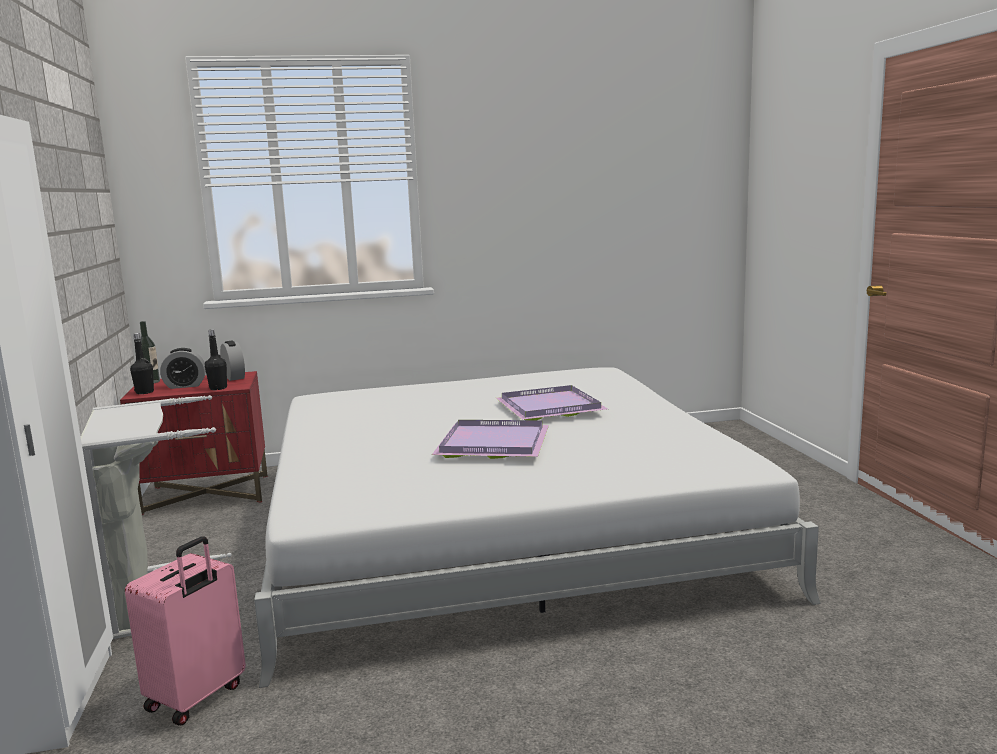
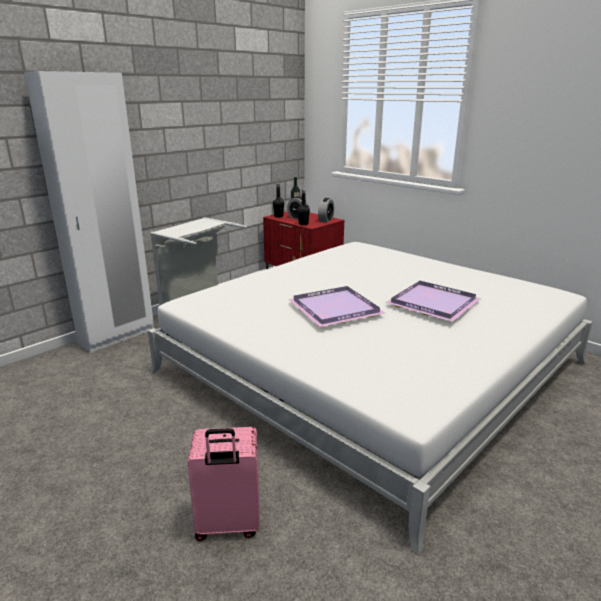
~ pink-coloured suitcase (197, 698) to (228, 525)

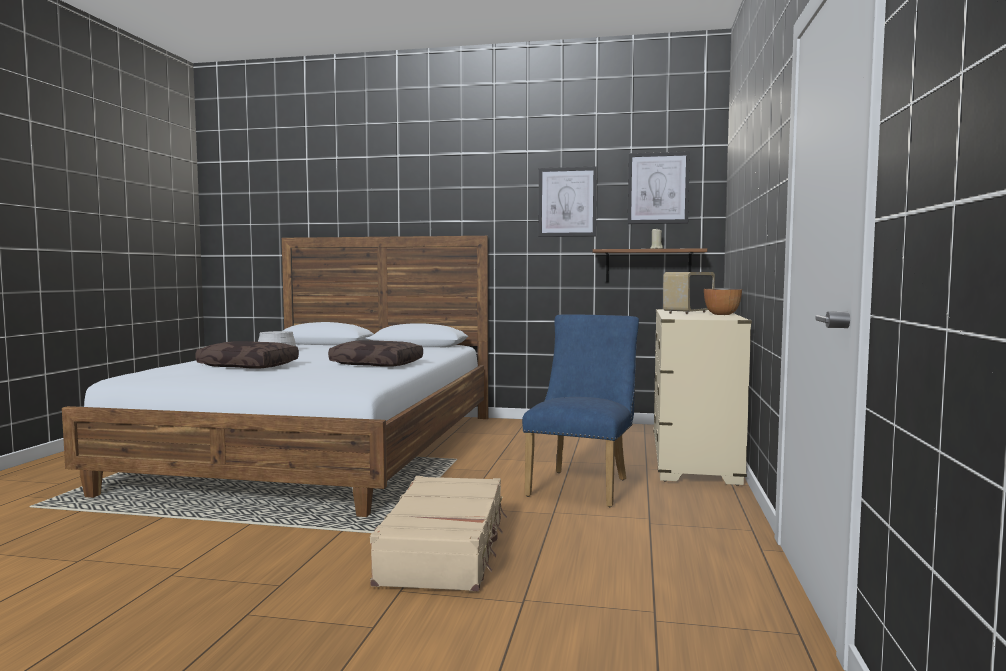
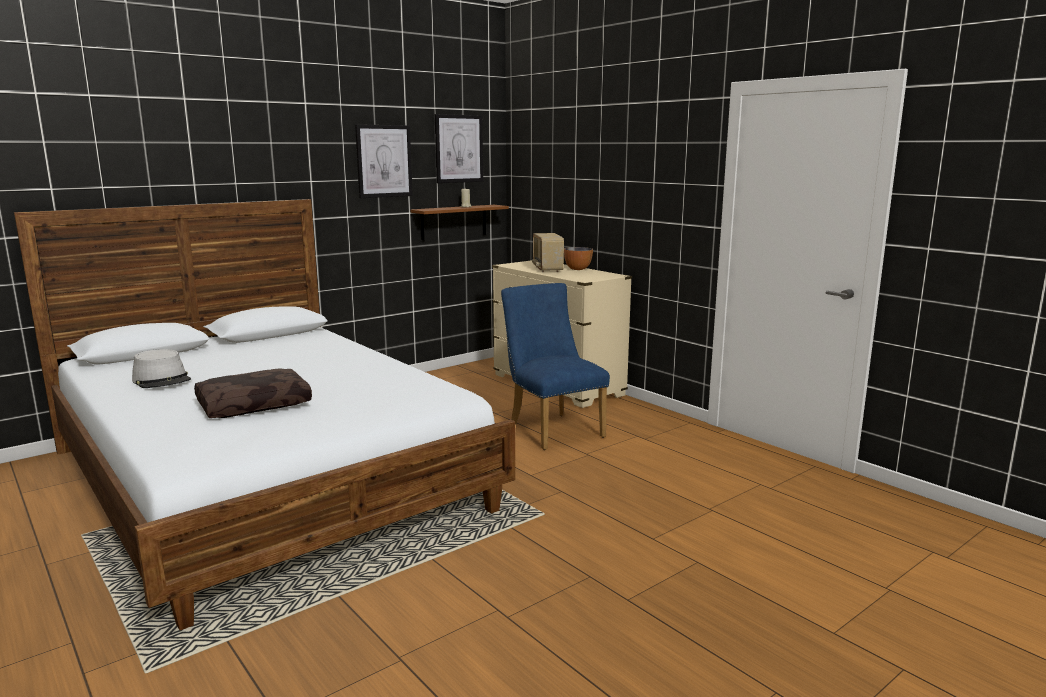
- brown pillow (378, 364)
- beige suitcase (445, 549)

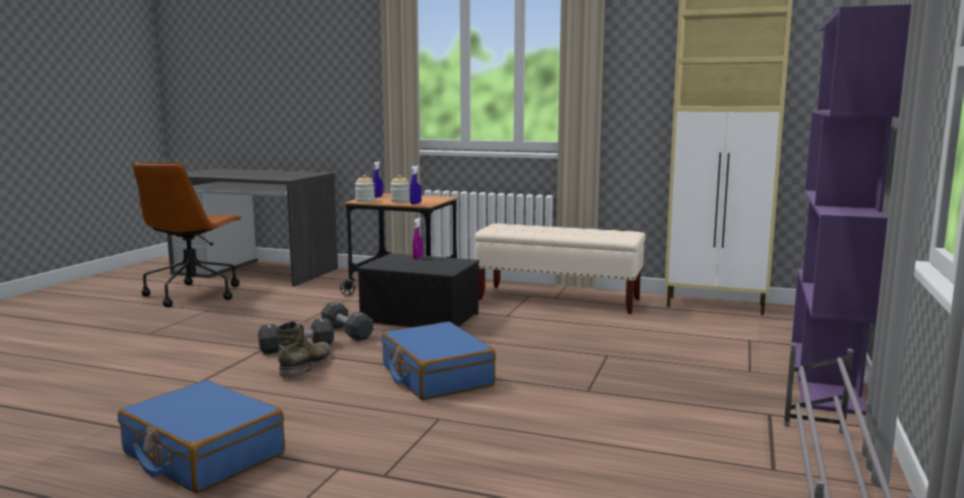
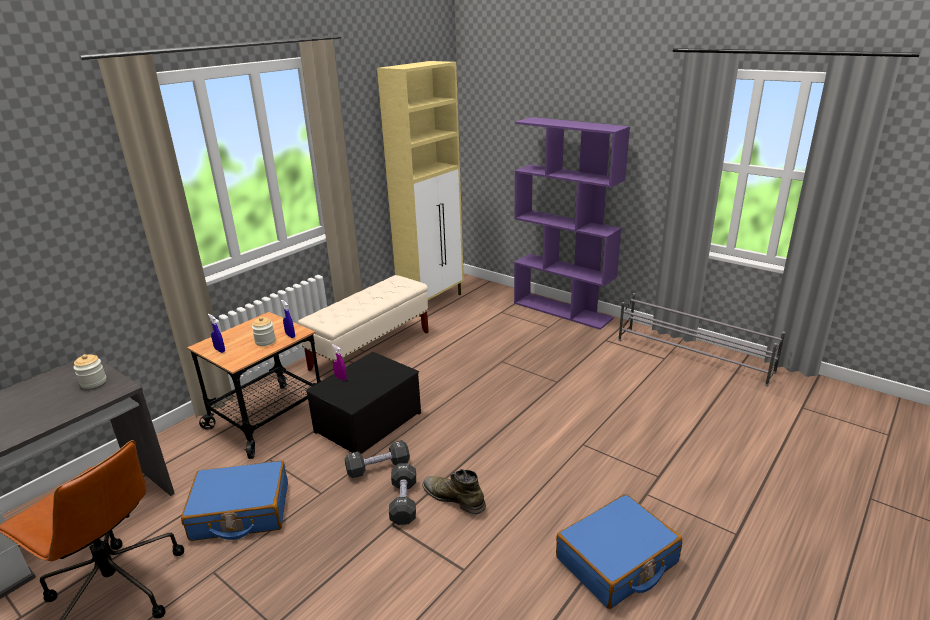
~ preserve jar (365, 201) to (93, 382)
~ bluish suitcase (436, 376) to (240, 512)

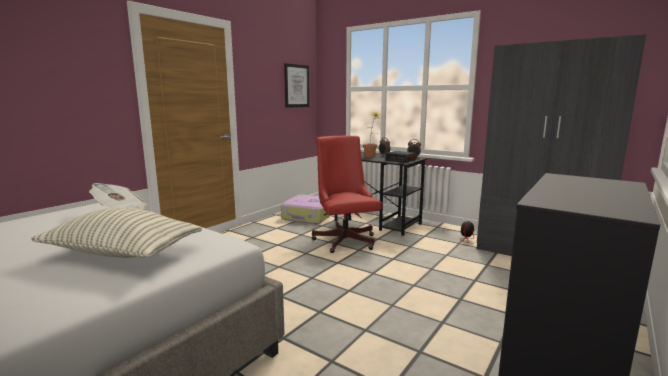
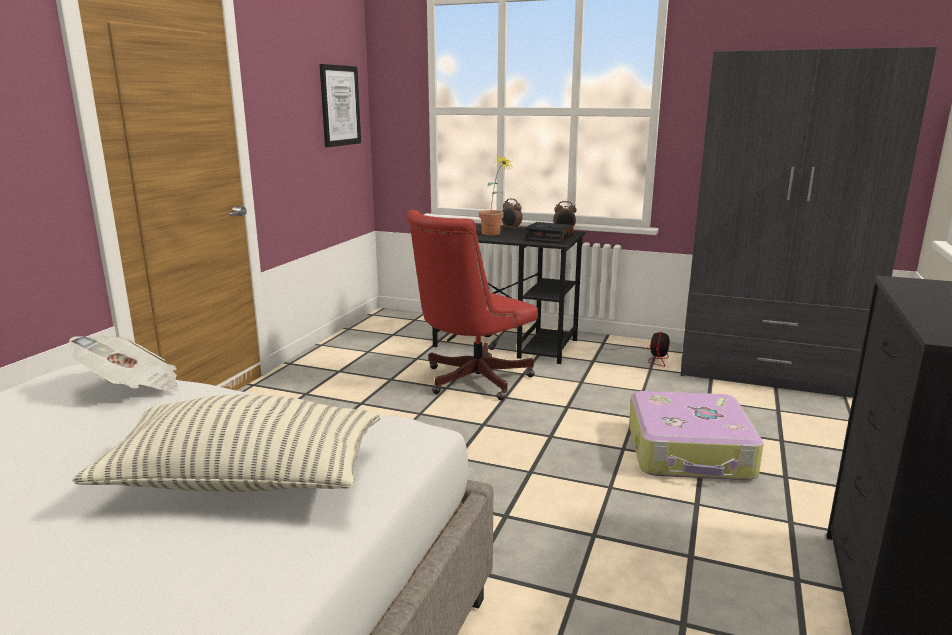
~ reddish desk chair (344, 239) = (470, 381) 105 degrees counterclockwise
~ suitcase (308, 216) to (690, 452)

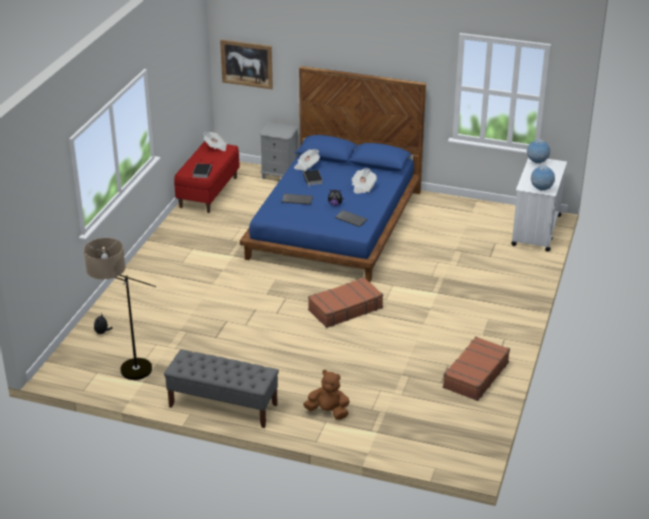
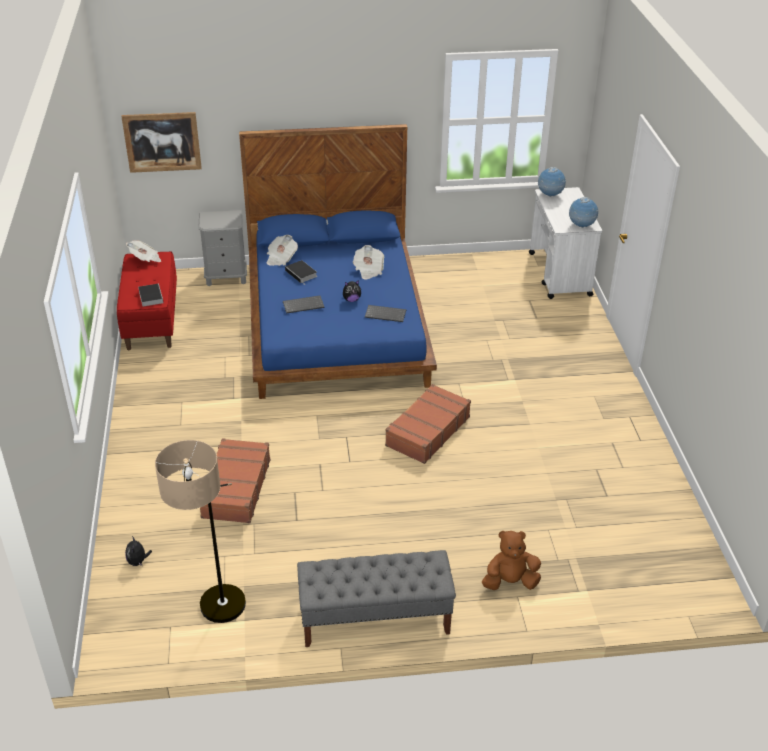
~ brown suitcase (475, 375) to (235, 488)

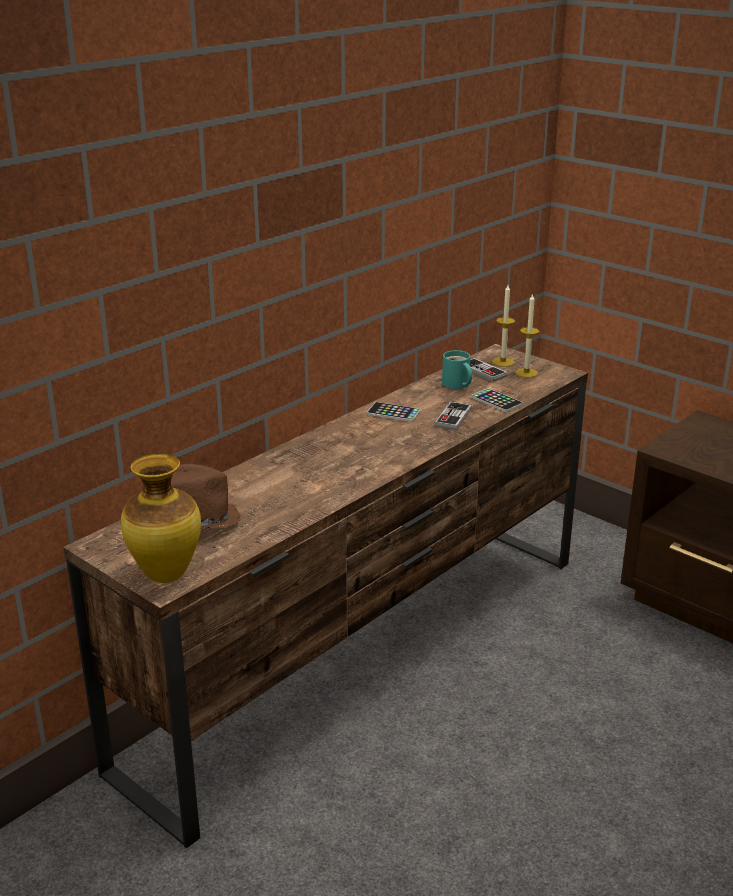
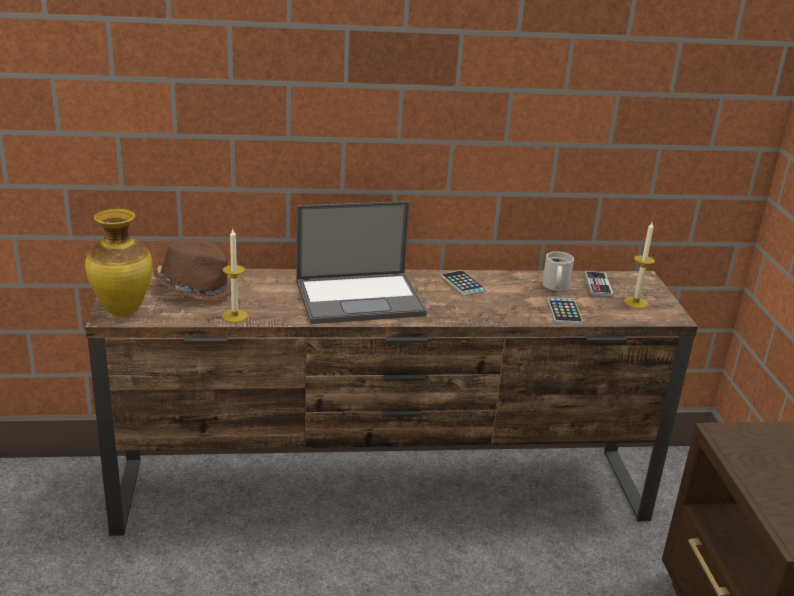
~ wax light (503, 362) to (235, 316)
~ blue-green coffee mug (456, 384) to white coffee mug (554, 286)
- game controller (453, 417)
+ notebook computer (361, 298)

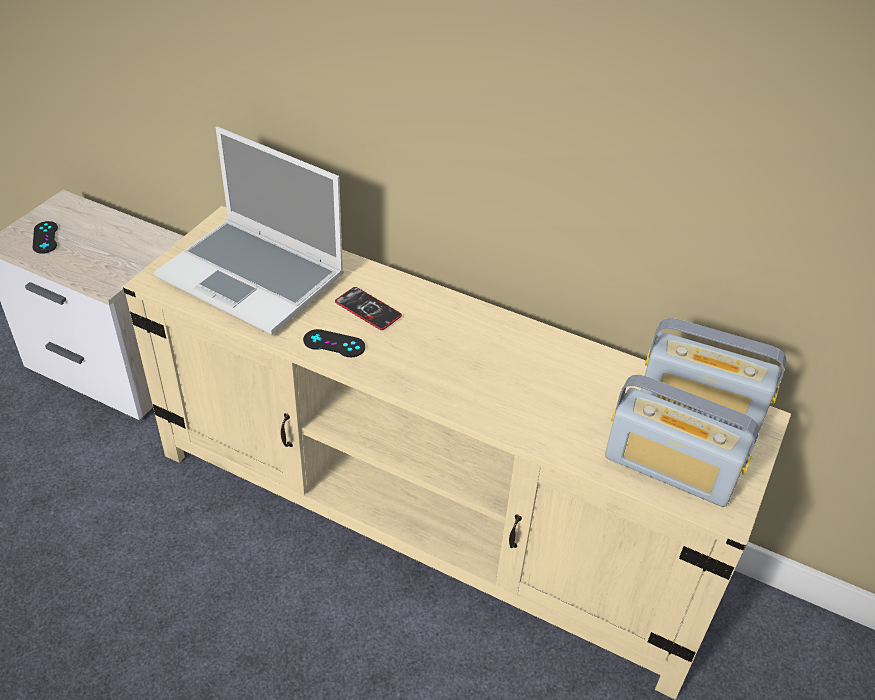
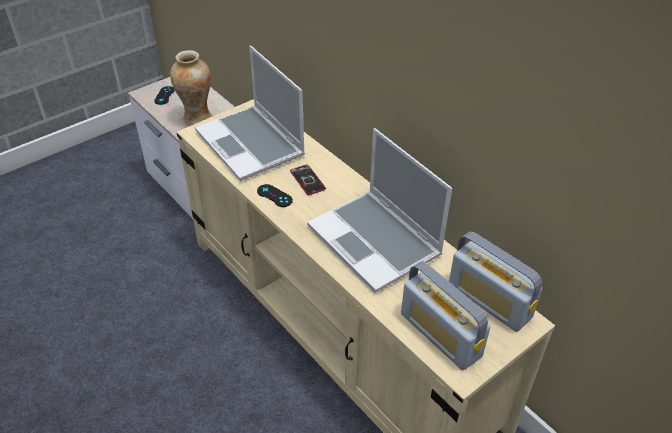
+ flower vase (197, 119)
+ notebook computer (376, 241)

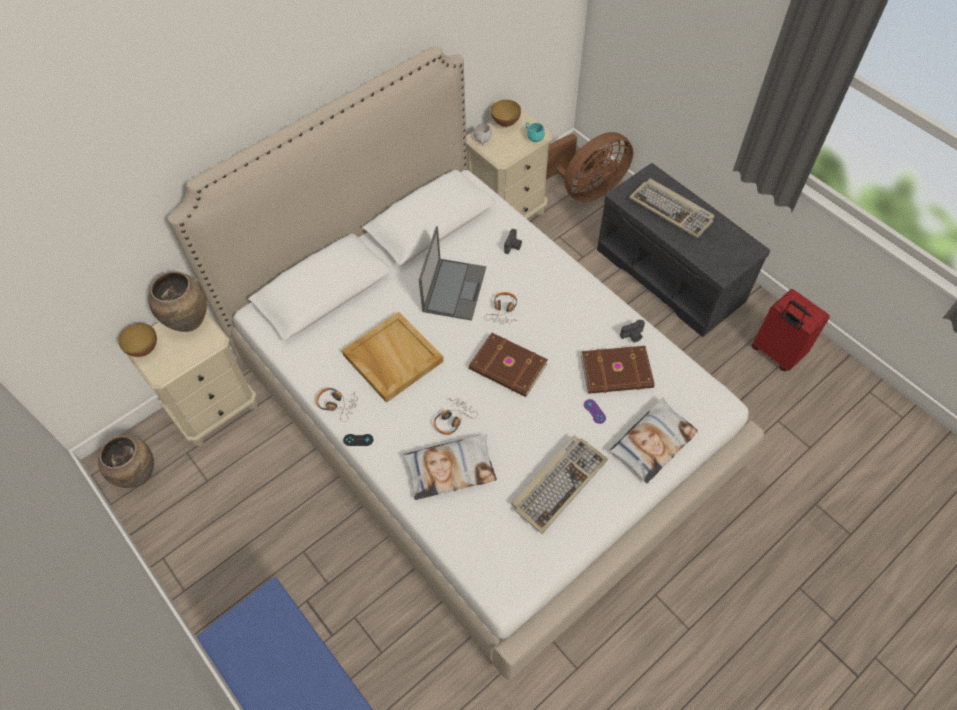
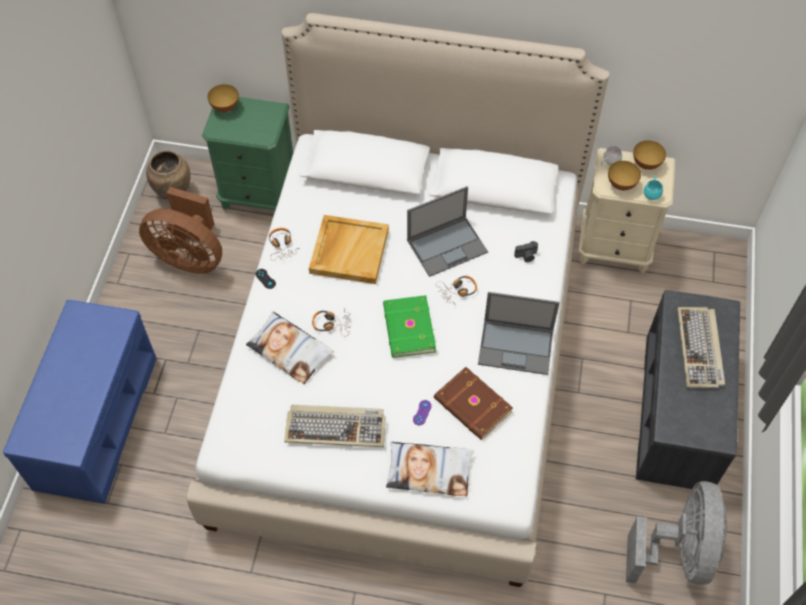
~ brown electric fan (586, 189) to (190, 256)
- brown flower vase (190, 321)
~ reddish suitcase (776, 353) to gray electric fan (677, 551)
~ beige nightstand (215, 408) to green-coloured nightstand (259, 194)
- still camera (632, 336)
~ brown volume (507, 368) to green-coloured volume (408, 329)
+ serving bowl (621, 184)
+ notebook computer (516, 347)

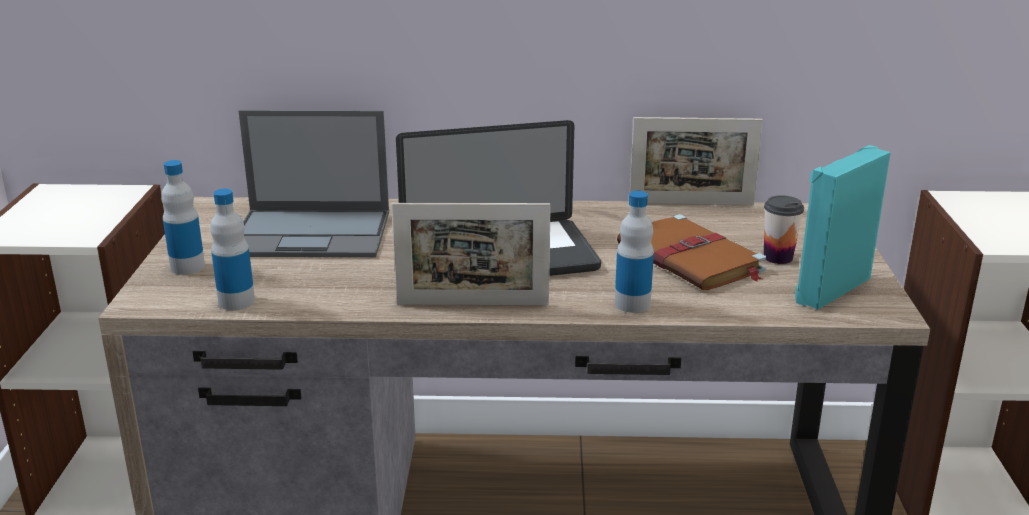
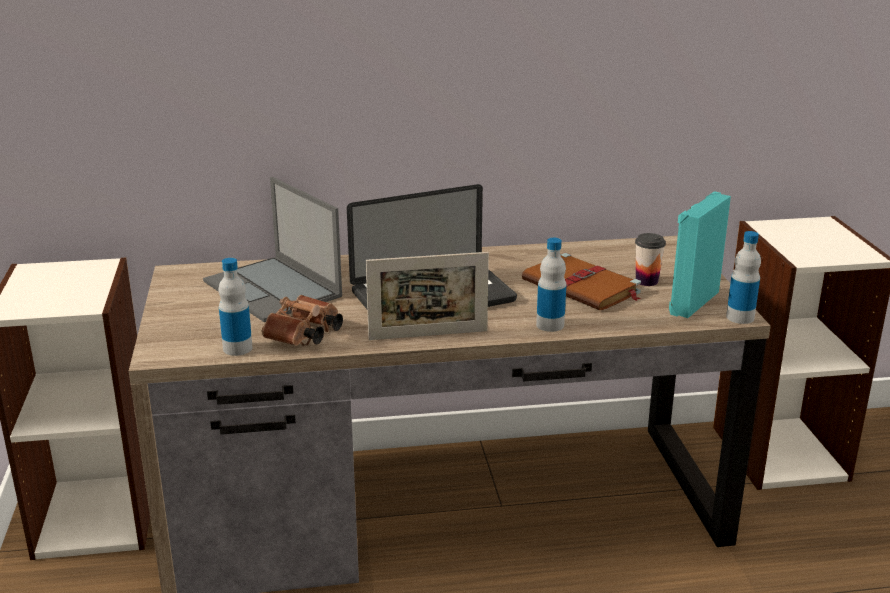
~ notebook computer (313, 234) = (273, 289) 60 degrees clockwise
- standing frame (691, 203)
~ bottle (187, 267) to (740, 317)
+ brown field glasses (303, 336)

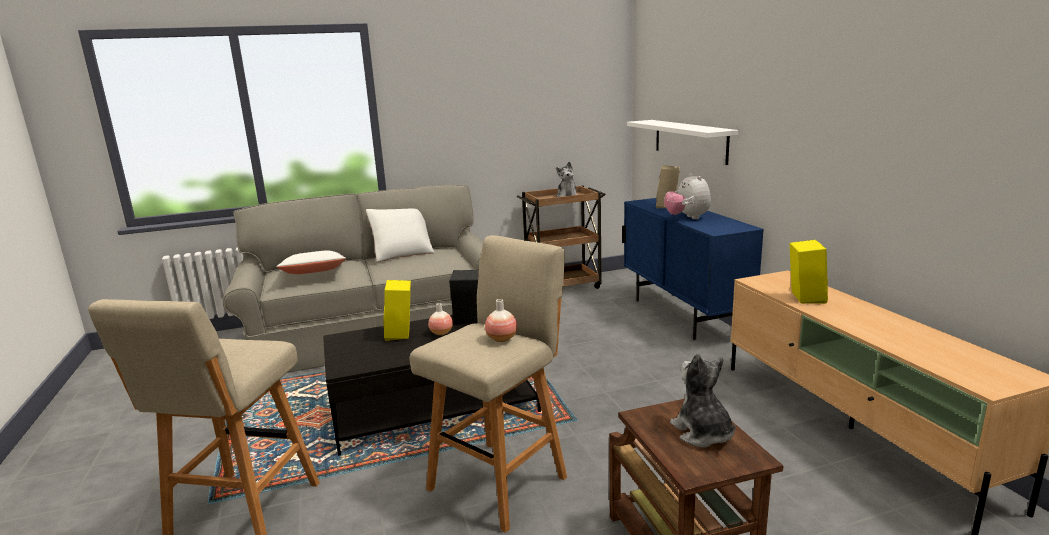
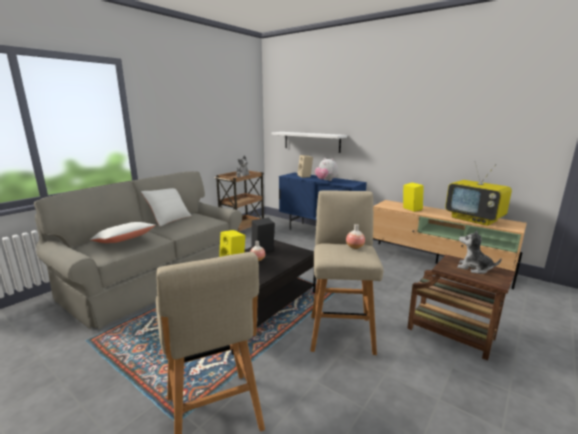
+ TV set (474, 219)

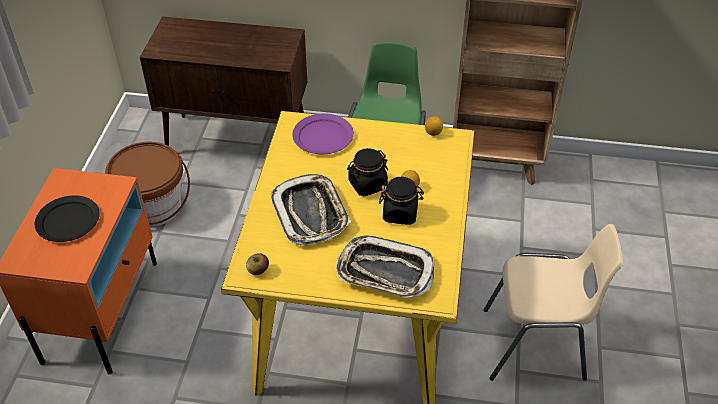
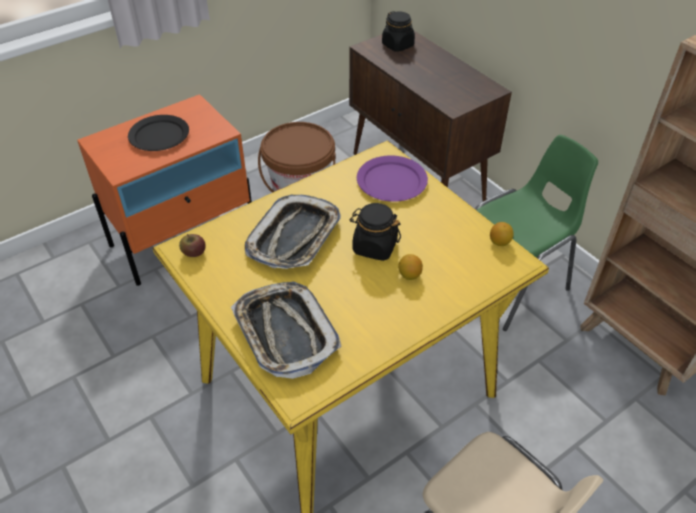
~ black preserve jar (400, 213) to (398, 45)

